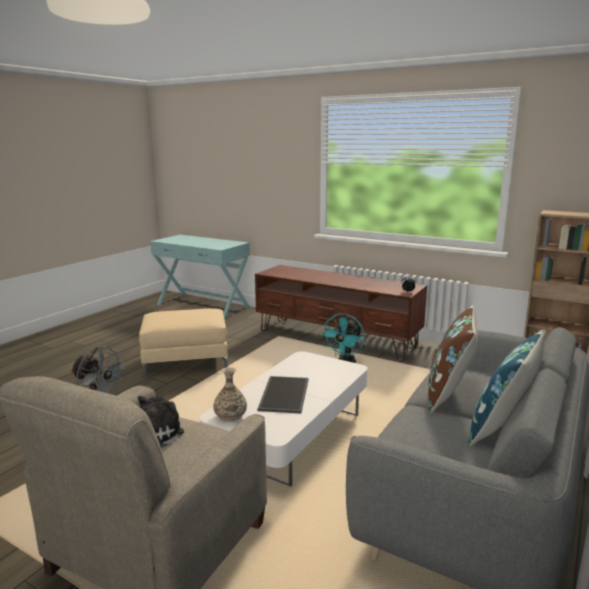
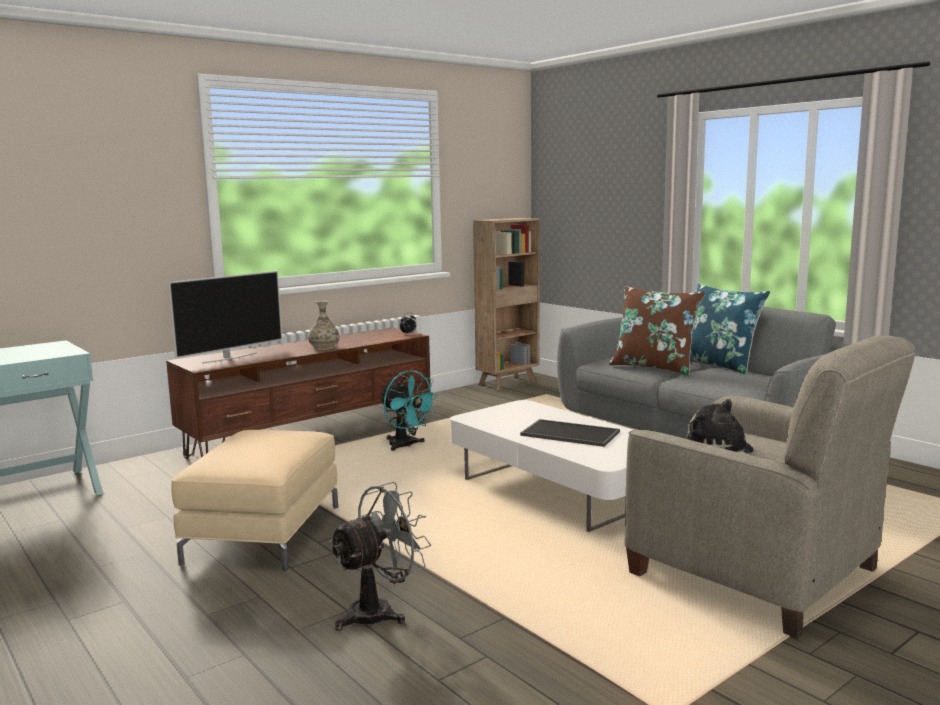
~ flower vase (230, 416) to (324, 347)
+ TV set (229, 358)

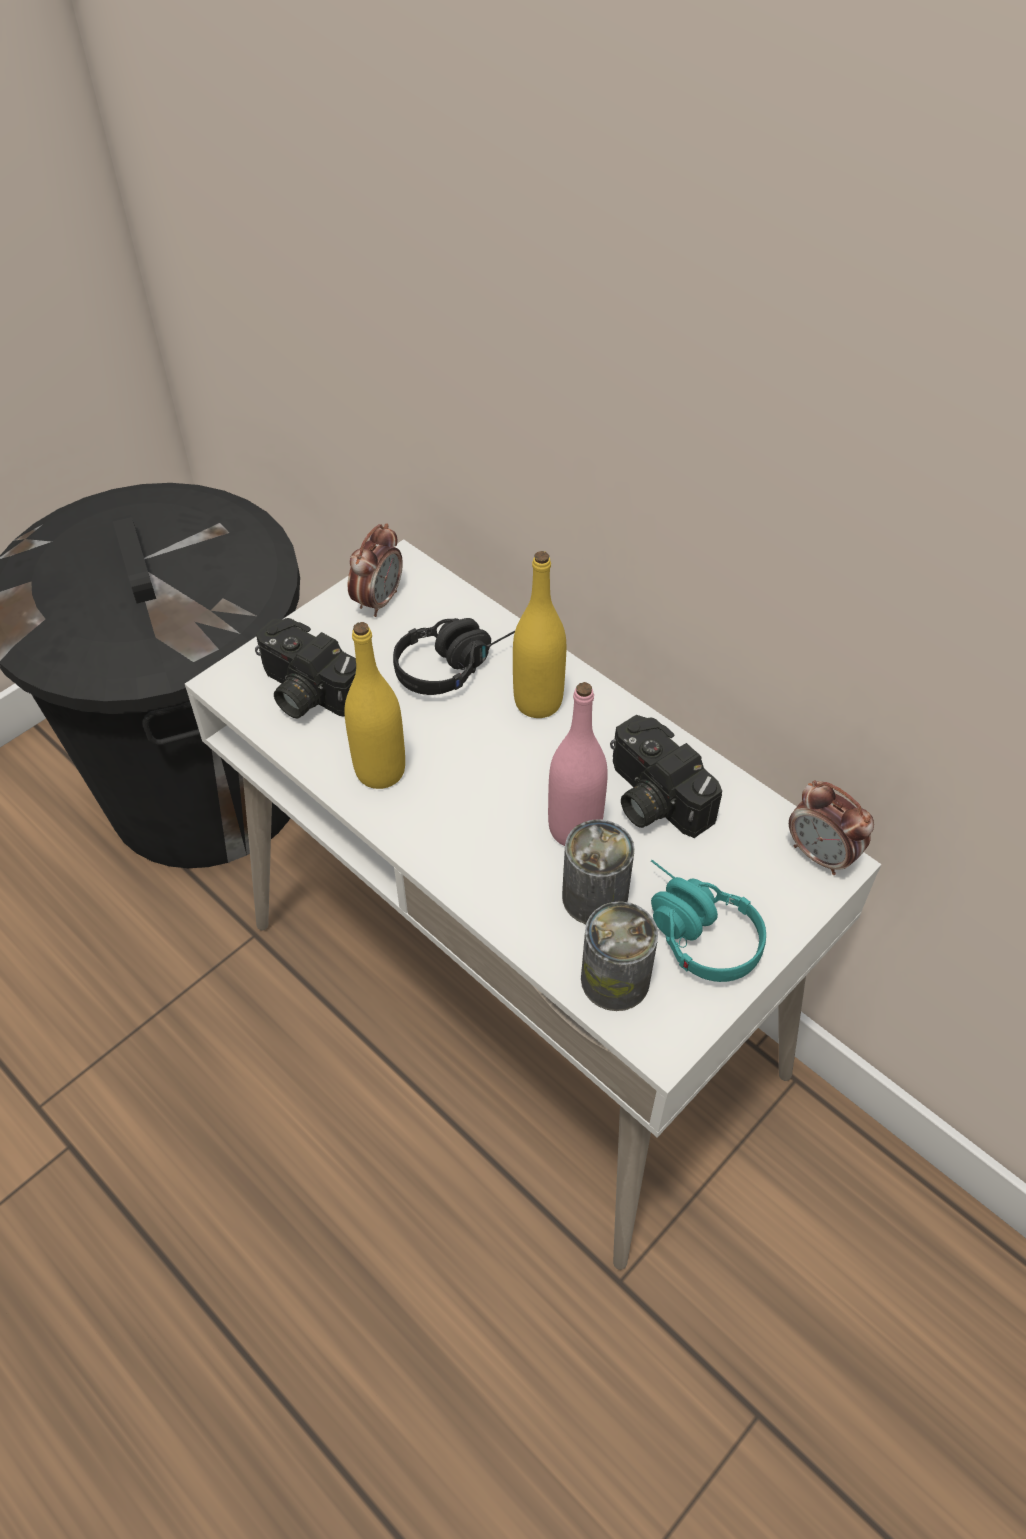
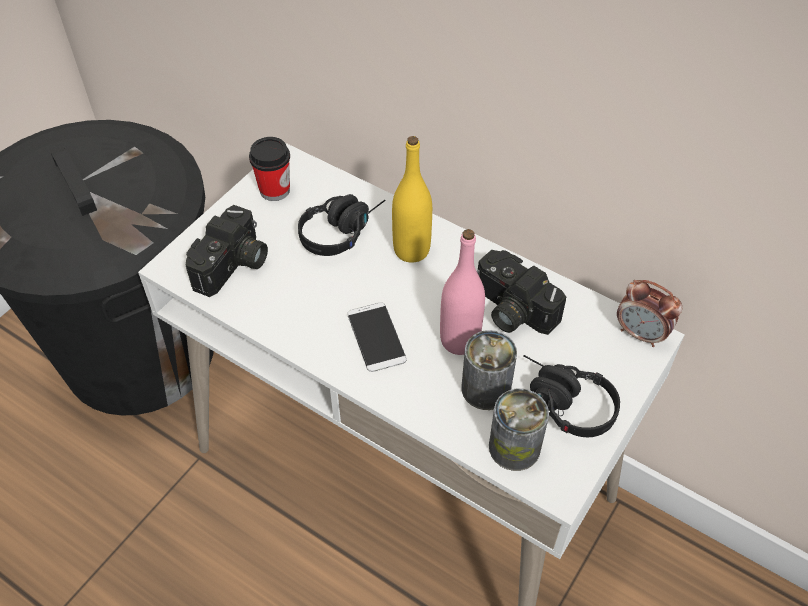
~ table clock (378, 601) to drinking cup (275, 190)
~ still camera (305, 692) = (234, 266) 90 degrees counterclockwise
- yellow bottle (380, 771)
~ blue-green pair of headphones (691, 931) to black pair of headphones (561, 403)
+ telephone (376, 337)

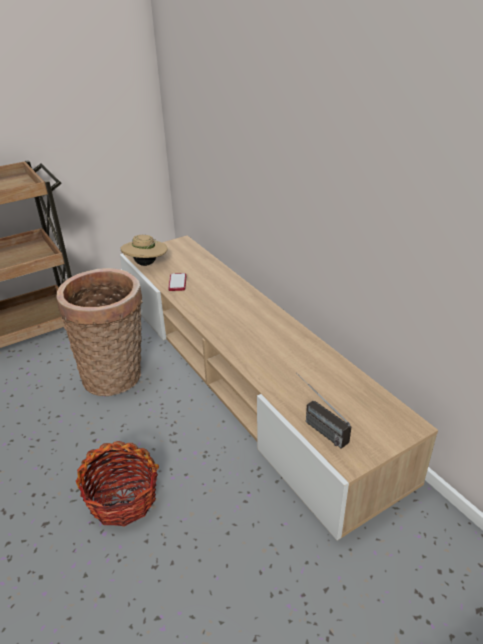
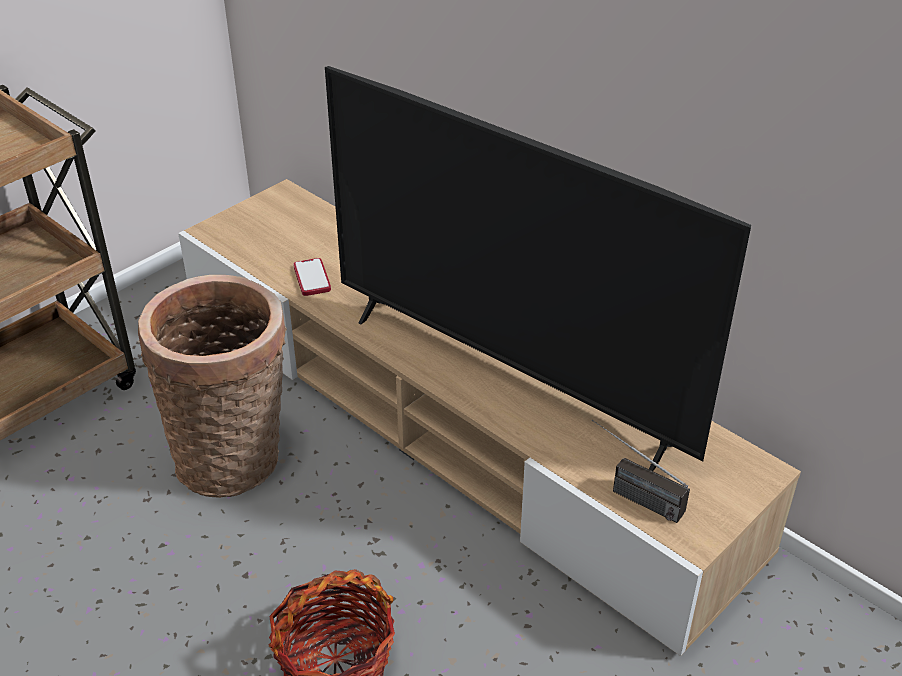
- beige hat (146, 264)
+ TV set (508, 378)

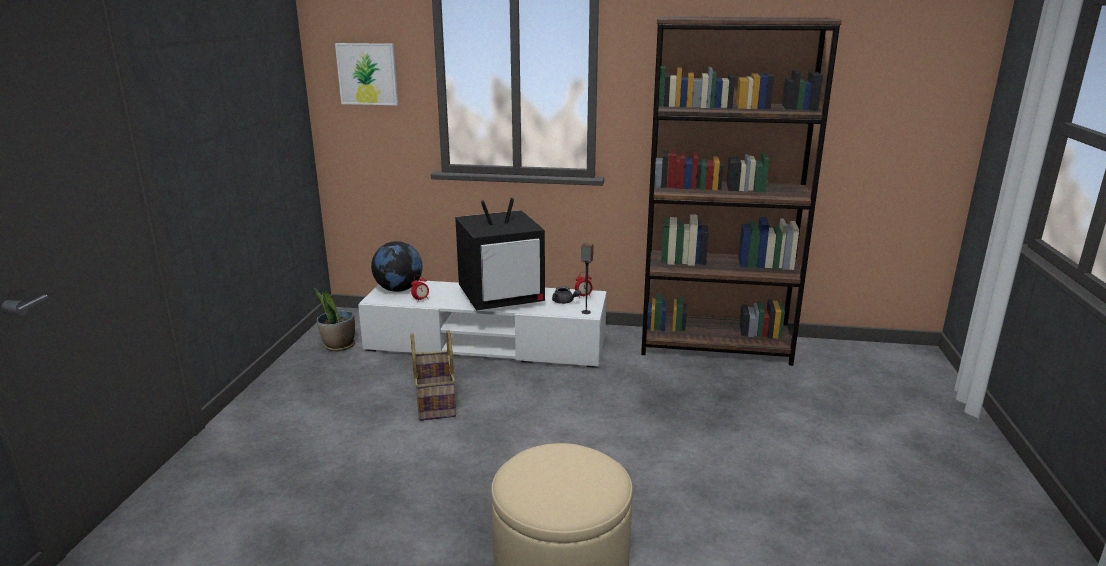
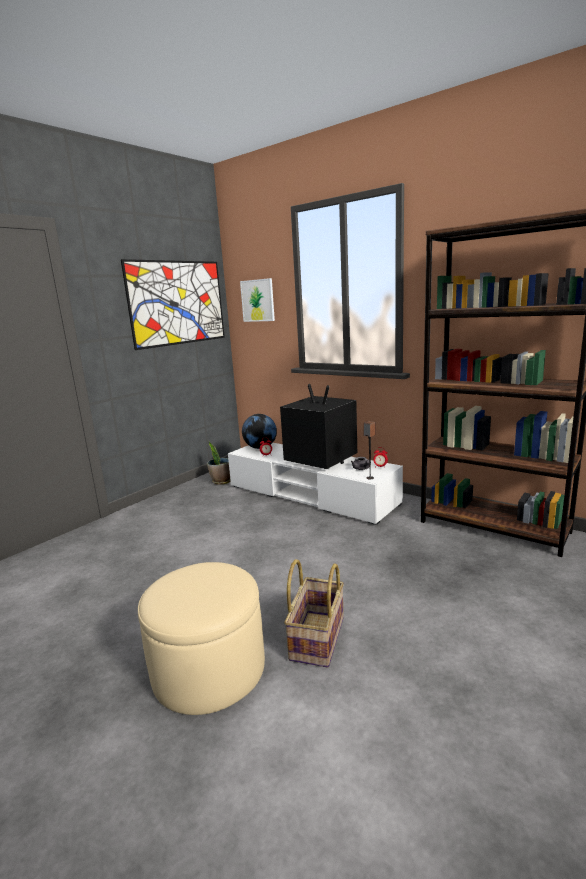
~ TV set (502, 297) = (320, 460) 150 degrees counterclockwise
~ household basket (434, 402) to (316, 638)
+ wall picture (178, 303)

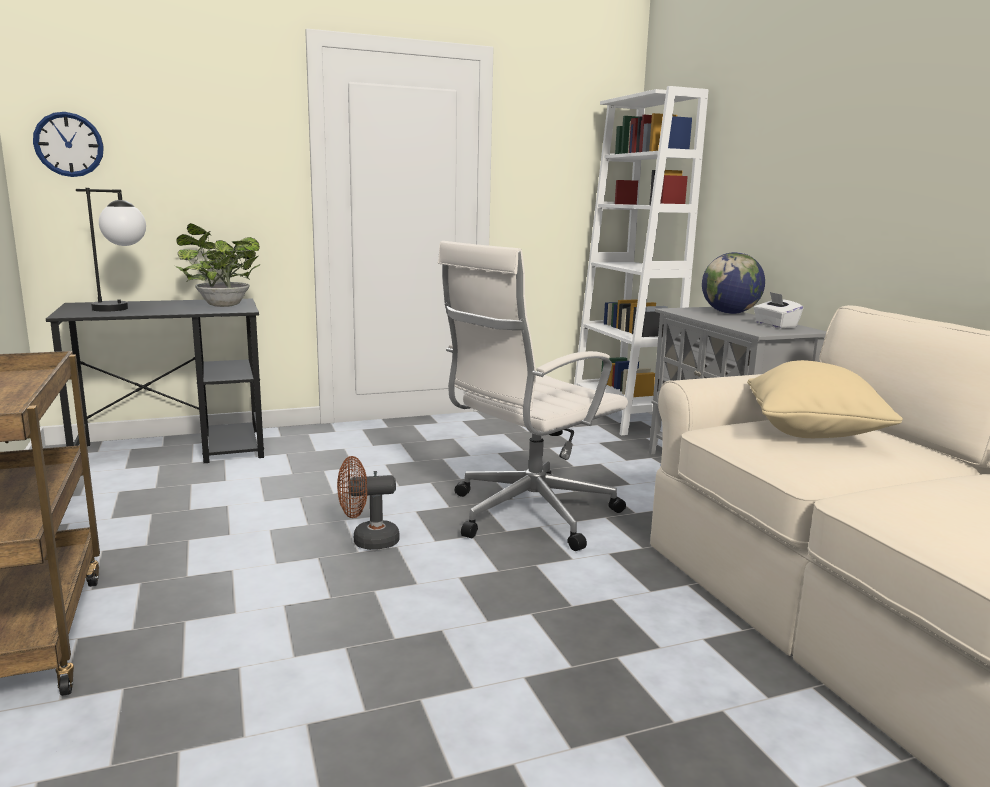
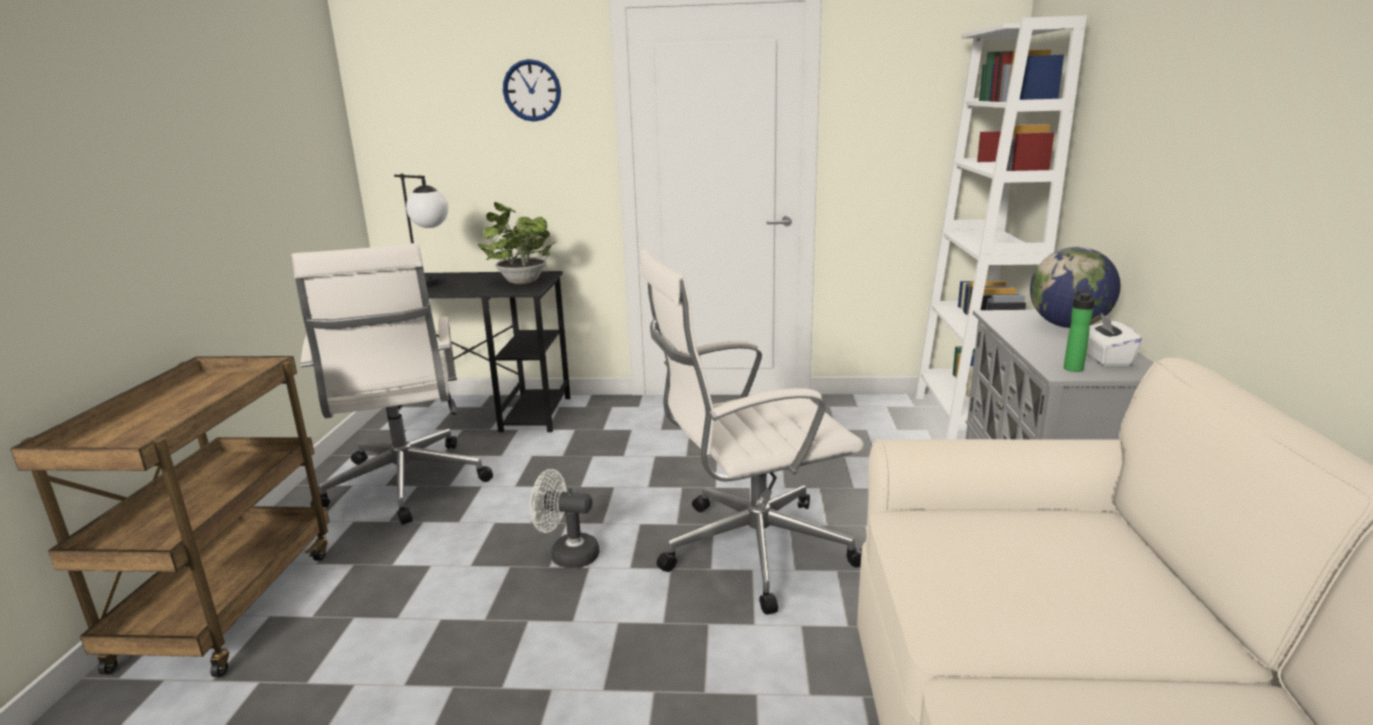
~ hanging clock (69, 144) to (532, 90)
- beige pillow (813, 433)
~ brown electric fan (367, 541) to white electric fan (567, 555)
+ white desk chair (405, 486)
+ bottle (1073, 368)

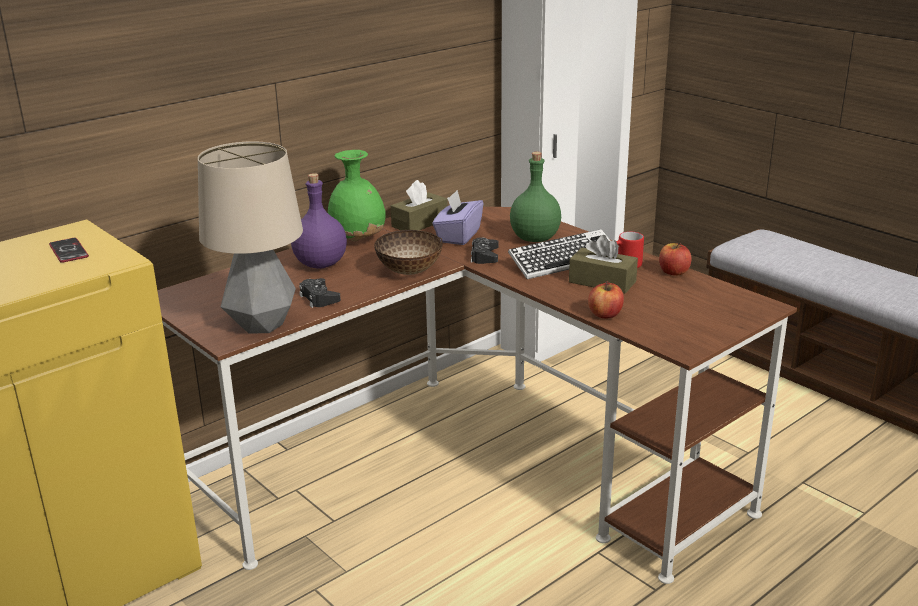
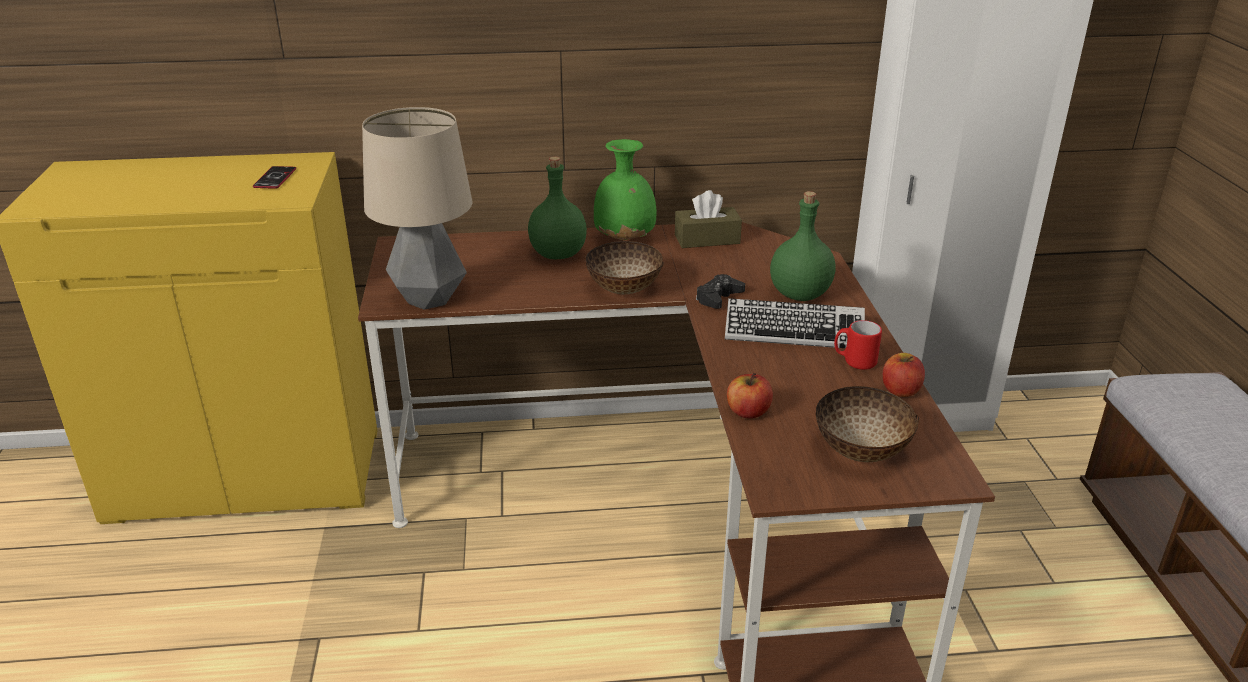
~ purple bottle (320, 264) to green-coloured bottle (558, 254)
- purple box of tissues (458, 236)
- brown box of tissues (602, 282)
- black game controller (319, 298)
+ serving bowl (860, 452)

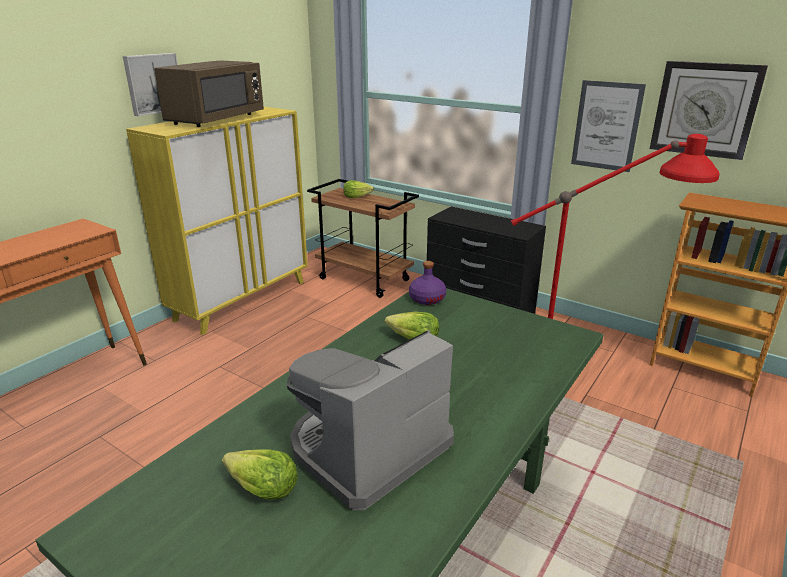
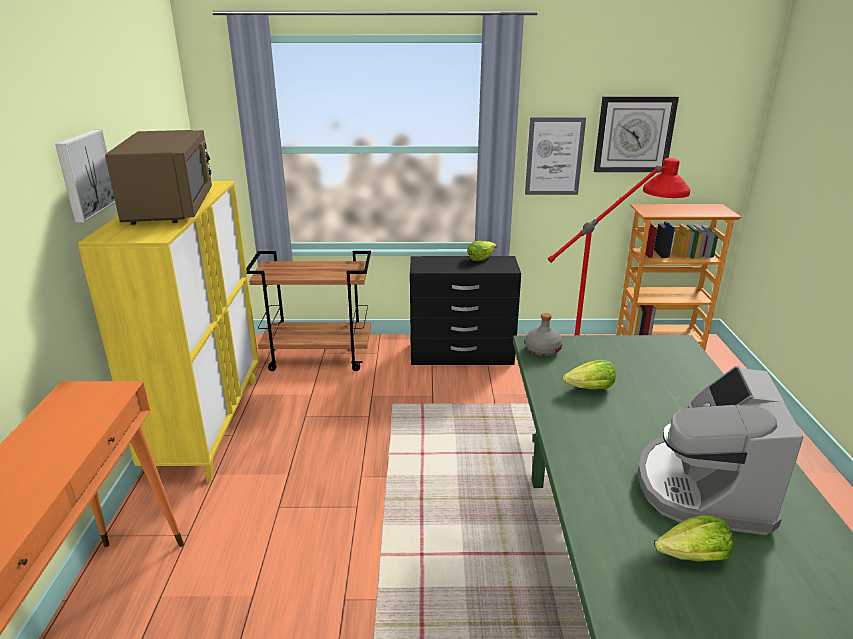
~ lettuce (357, 197) to (480, 258)
~ purple bottle (427, 299) to gray bottle (542, 350)

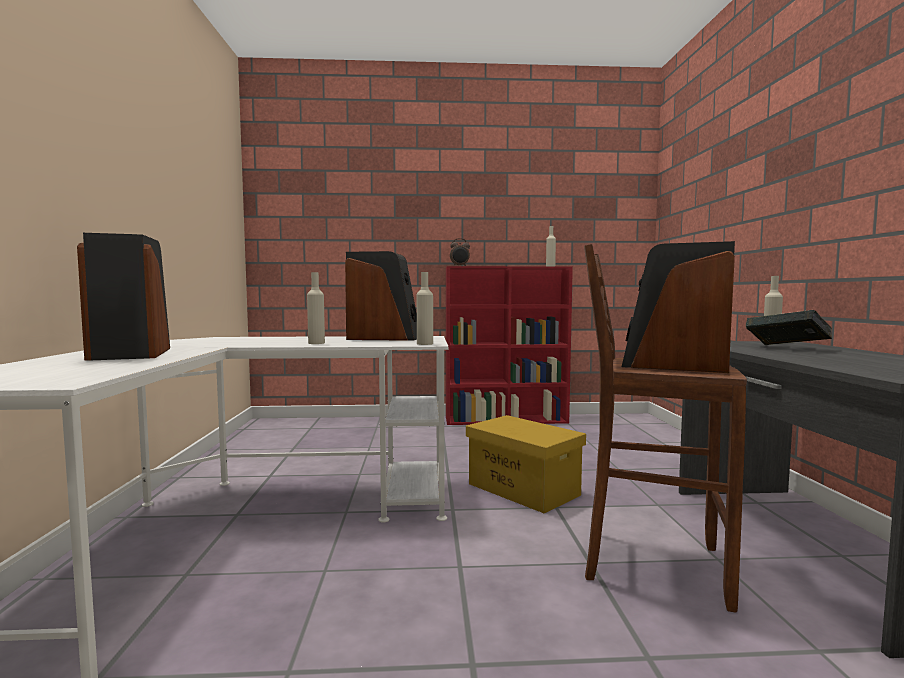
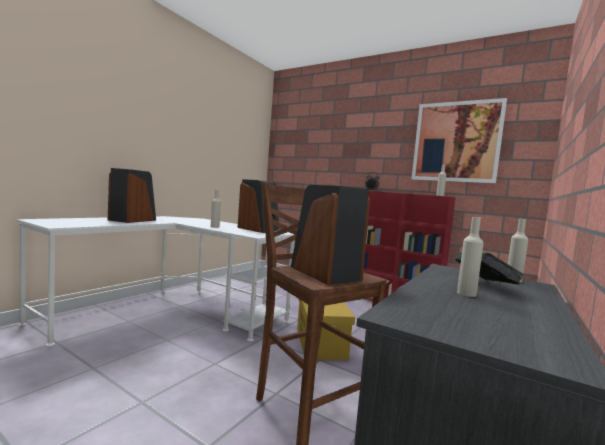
~ beige bottle (425, 344) to (466, 293)
+ wall picture (456, 142)

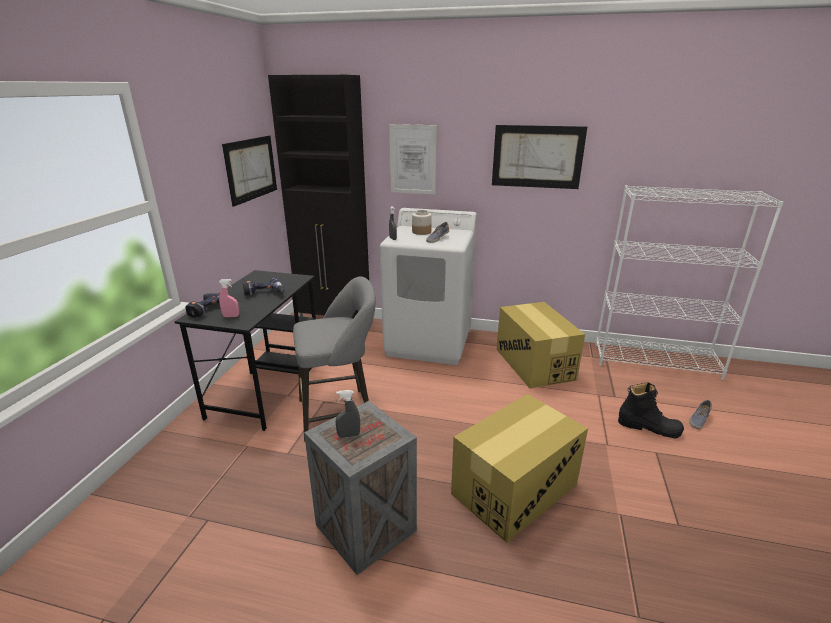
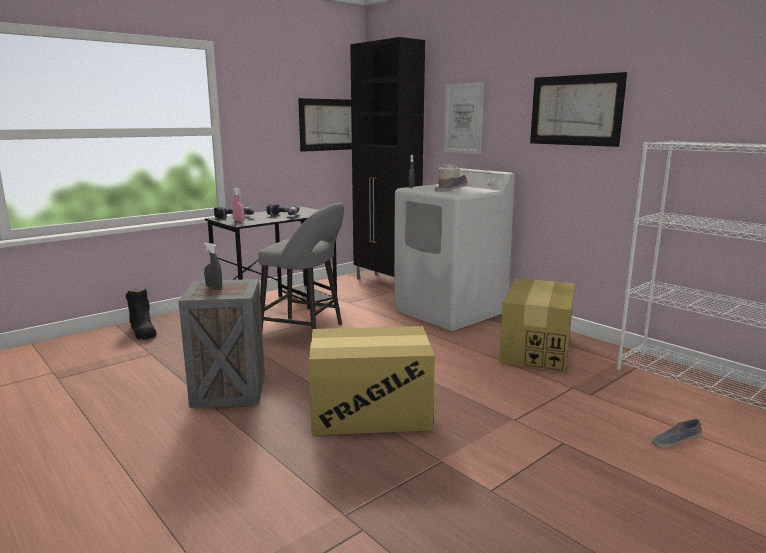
~ black boot (649, 427) to (143, 331)

